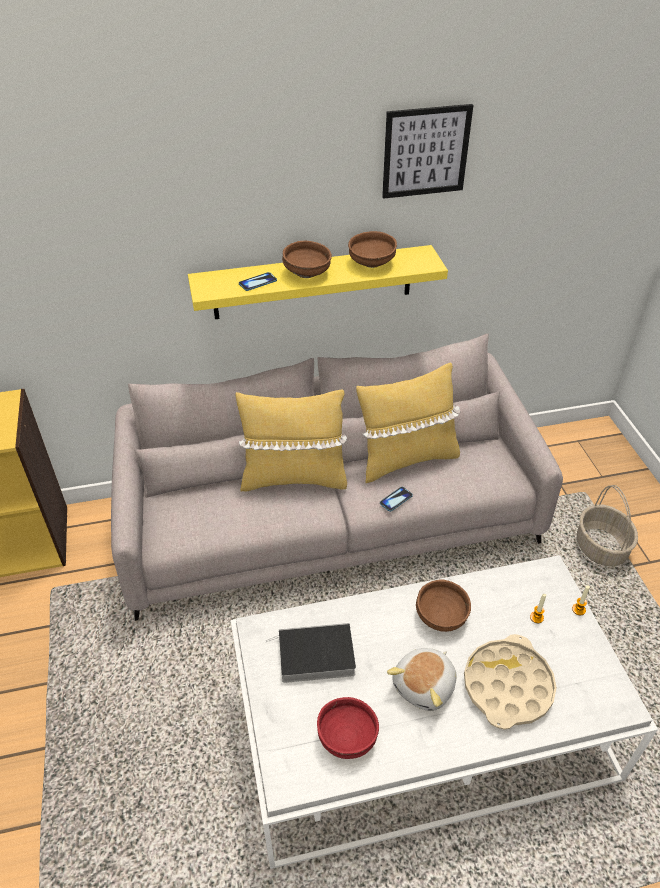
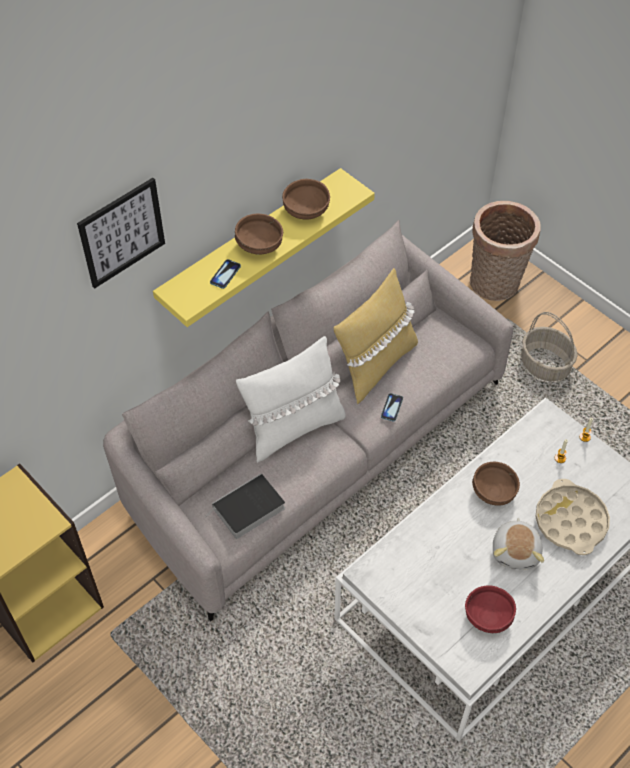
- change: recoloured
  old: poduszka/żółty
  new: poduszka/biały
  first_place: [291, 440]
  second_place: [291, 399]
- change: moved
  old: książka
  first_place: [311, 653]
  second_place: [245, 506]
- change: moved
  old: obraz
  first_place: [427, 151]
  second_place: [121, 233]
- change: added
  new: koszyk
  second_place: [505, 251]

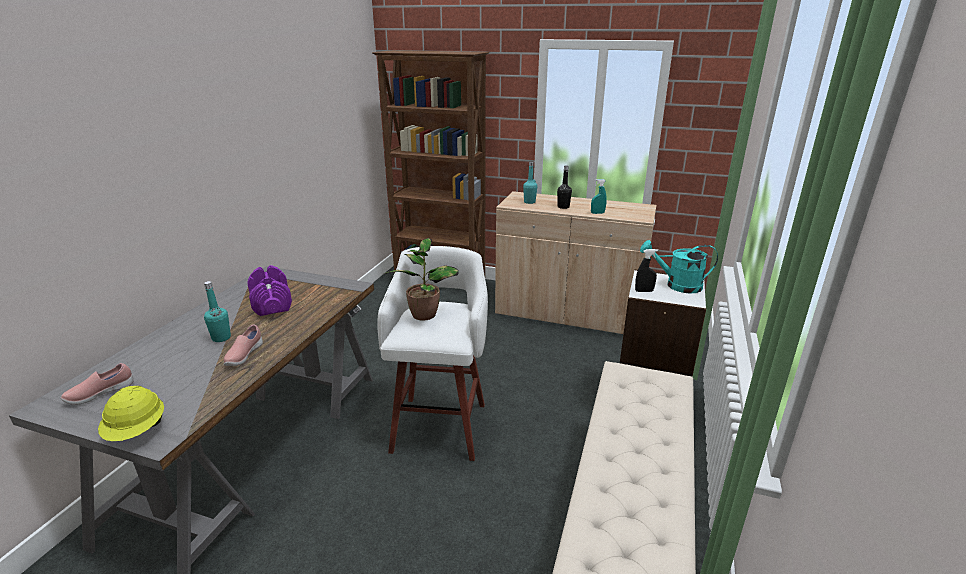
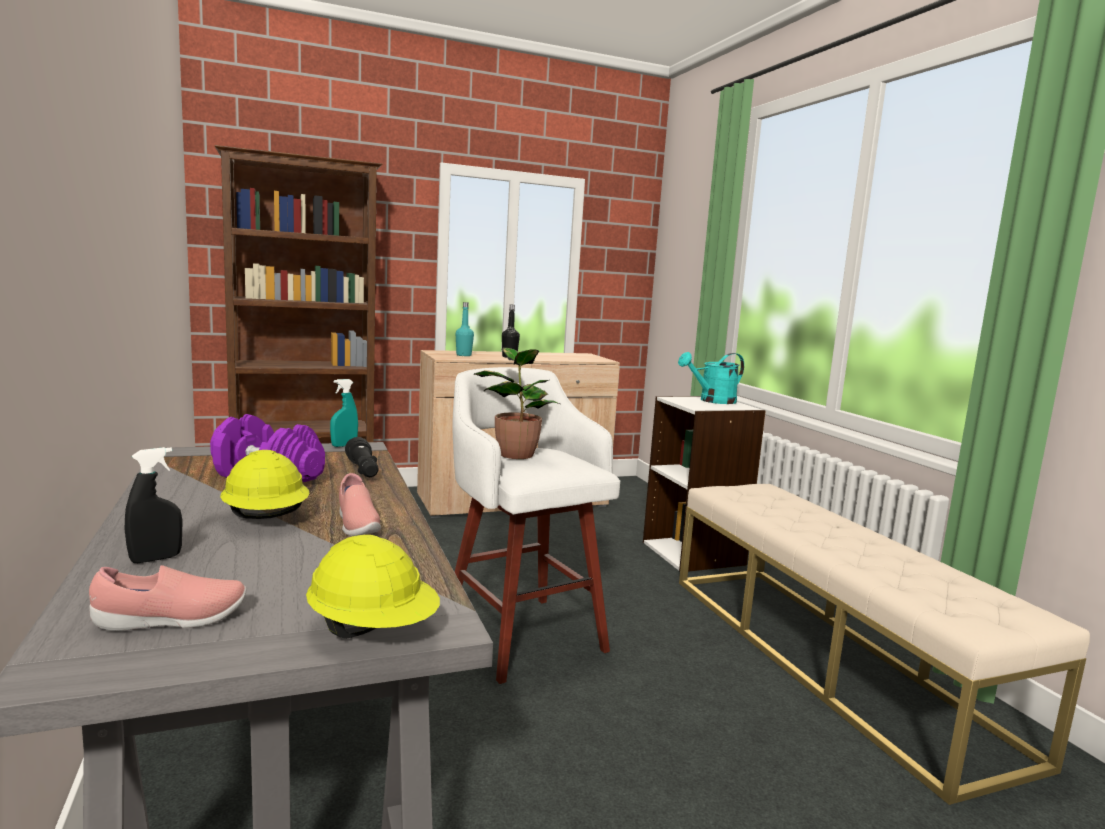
- change: turned
  old: but/różowy
  first_place: [97, 384]
  second_place: [167, 598]
  degrees: -120
- change: replaced
  old: butelka/turkusowy
  new: kask/żółty
  first_place: [217, 311]
  second_place: [265, 484]
- change: moved
  old: spryskiwacz/turkusowy
  first_place: [599, 196]
  second_place: [344, 413]
- change: moved
  old: spryskiwacz/czarny
  first_place: [646, 270]
  second_place: [153, 505]
- change: added
  new: latarka/czarny
  second_place: [362, 457]

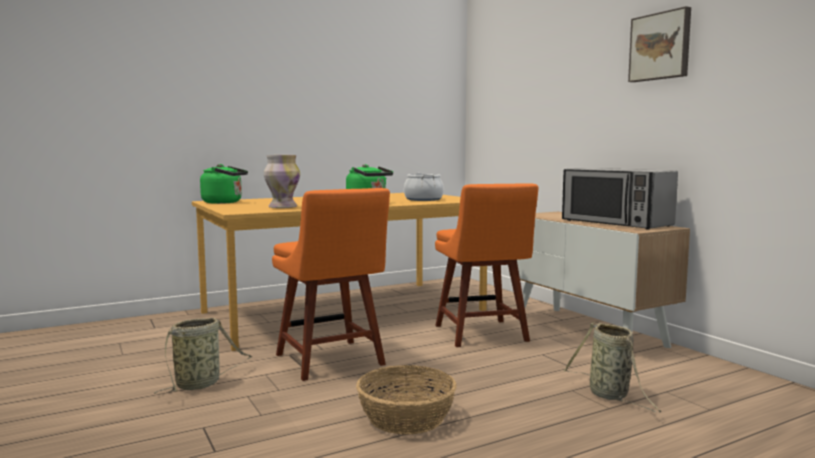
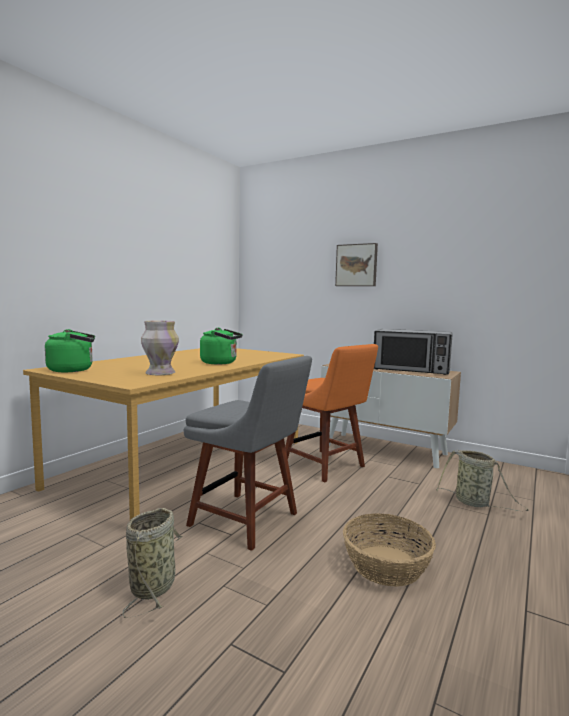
- change: recoloured
  old: krzesło/pomarańczowy
  new: krzesło/szary
  first_place: [331, 284]
  second_place: [248, 453]
- change: removed
  old: garnek
  first_place: [424, 187]
- change: moved
  old: obraz
  first_place: [659, 44]
  second_place: [356, 264]

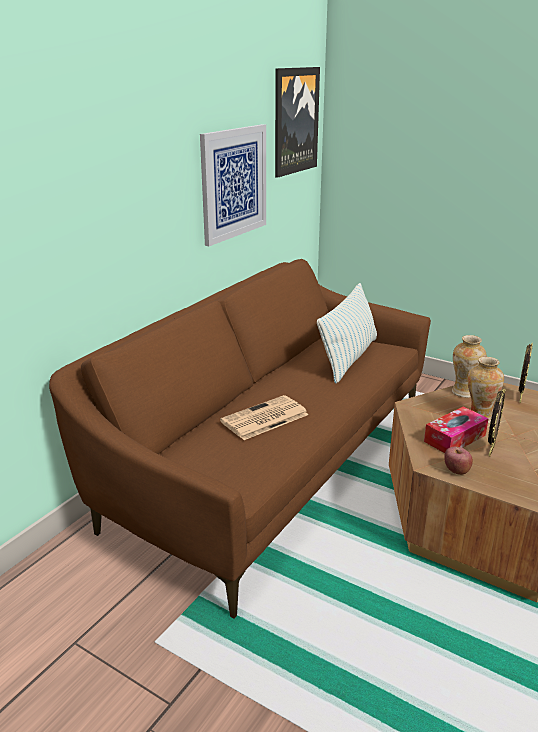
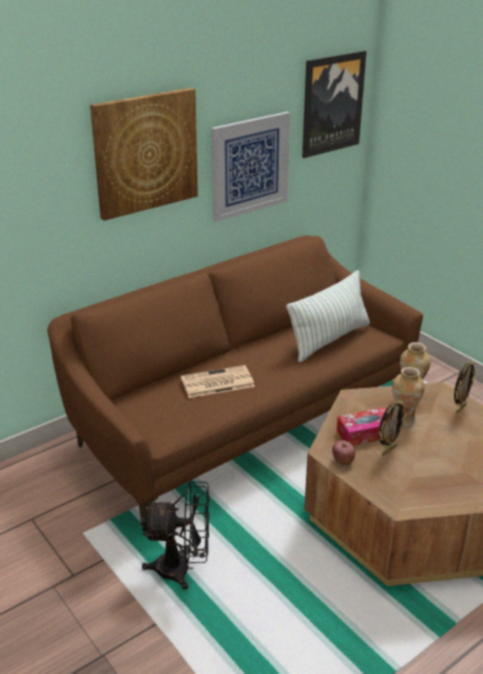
- change: added
  new: obraz
  second_place: [144, 154]
- change: added
  new: wentylator/czarny
  second_place: [175, 535]

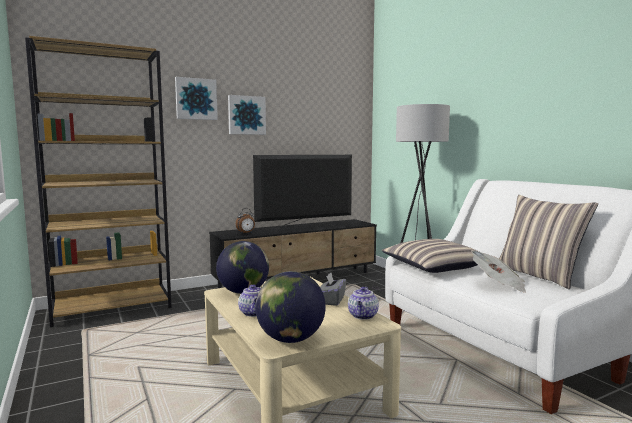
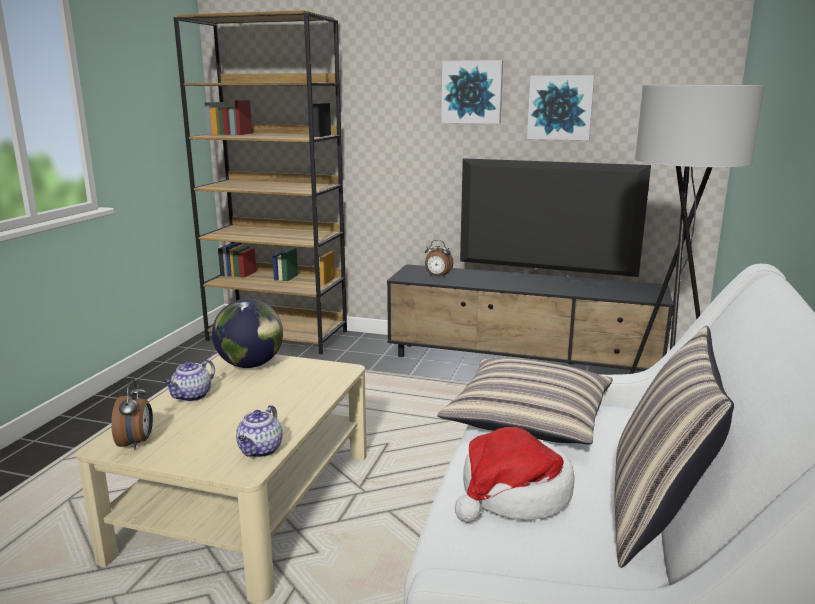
- change: moved
  old: obraz
  first_place: [196, 98]
  second_place: [560, 107]
- change: replaced
  old: globus
  new: budzik
  first_place: [291, 307]
  second_place: [132, 415]
- change: removed
  old: pudełko chusteczek/szary
  first_place: [333, 289]
- change: turned
  old: imbryk
  first_place: [363, 303]
  second_place: [259, 431]
  degrees: -45
- change: replaced
  old: gazeta
  new: kapelusz
  first_place: [498, 271]
  second_place: [514, 475]

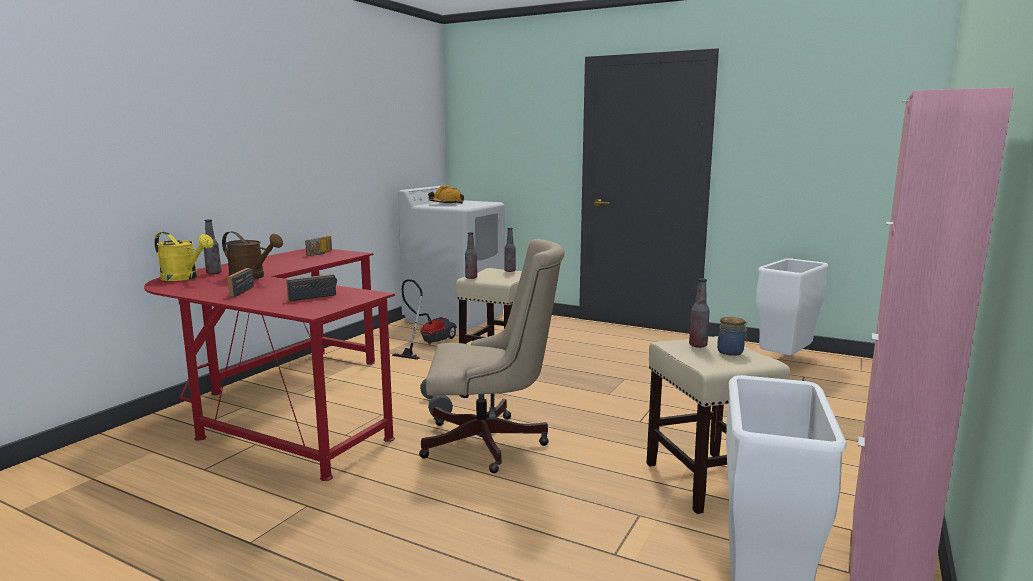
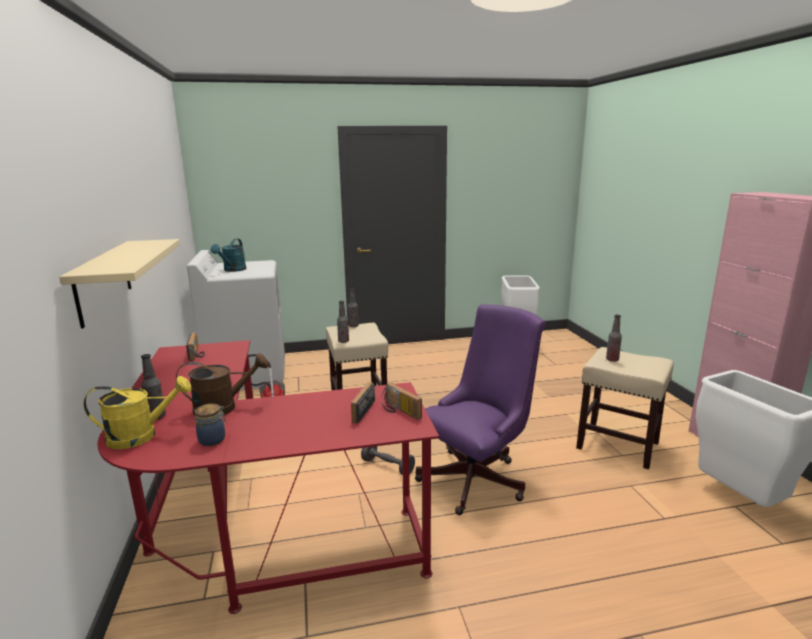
- change: moved
  old: radio
  first_place: [240, 282]
  second_place: [401, 401]
- change: recoloured
  old: krzesło biurowe/beżowy
  new: krzesło biurowe/fioletowy
  first_place: [492, 356]
  second_place: [480, 409]
- change: replaced
  old: kask/pomarańczowy
  new: konewka/turkusowy
  first_place: [446, 195]
  second_place: [229, 255]
- change: moved
  old: słoik
  first_place: [732, 336]
  second_place: [210, 425]
- change: added
  new: półka/beżowy
  second_place: [119, 283]

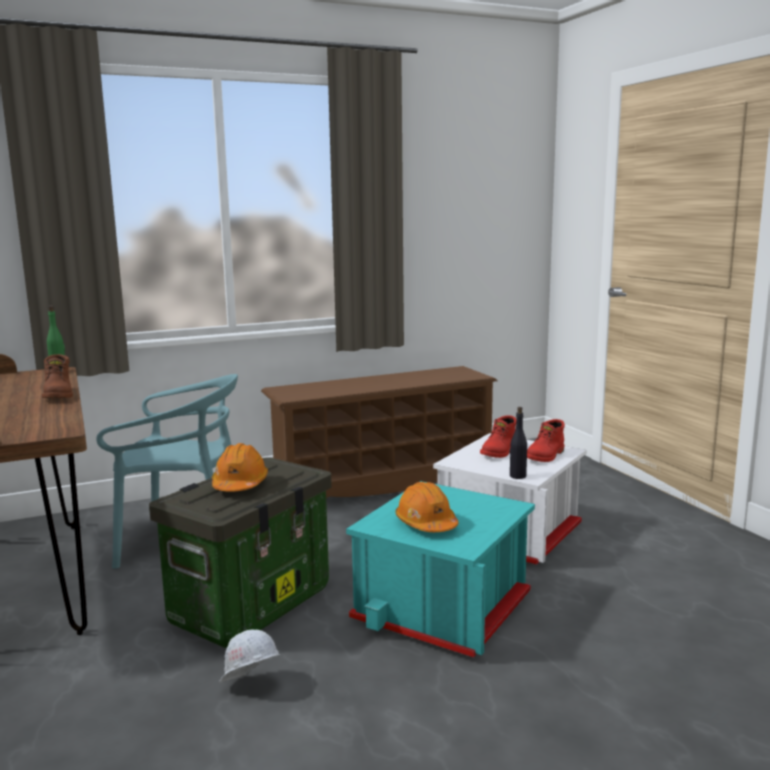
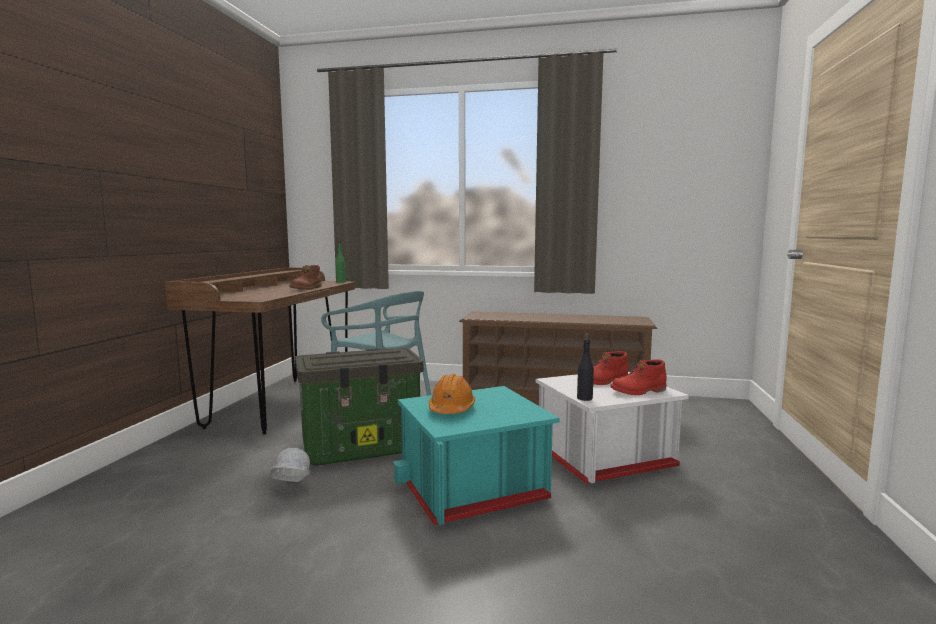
- change: removed
  old: kask/pomarańczowy
  first_place: [240, 467]

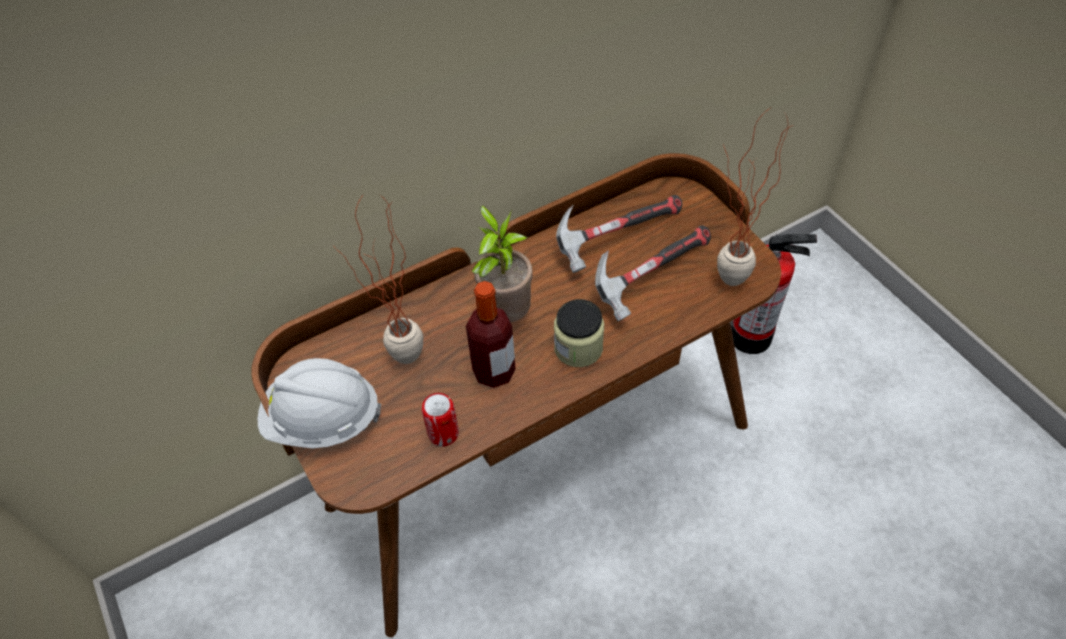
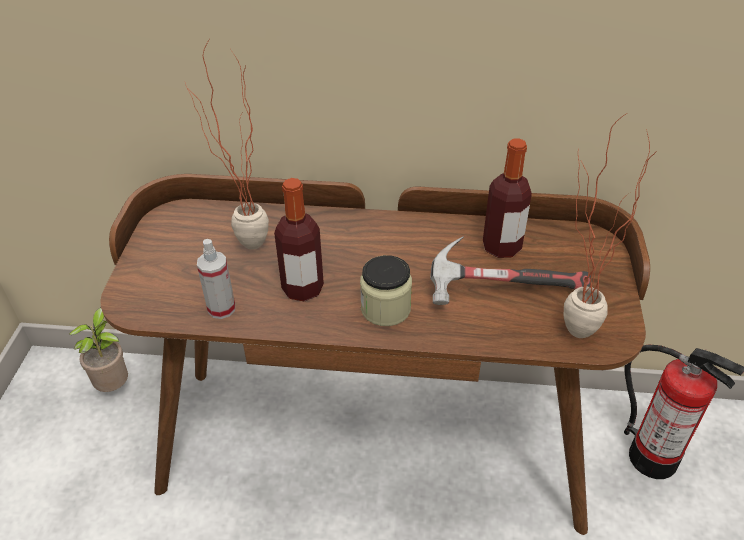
- change: removed
  old: kask/biały
  first_place: [319, 403]
- change: replaced
  old: puszka
  new: spryskiwacz
  first_place: [440, 420]
  second_place: [216, 279]
- change: moved
  old: roślina doniczkowa
  first_place: [502, 264]
  second_place: [98, 349]
- change: replaced
  old: młotek
  new: butelka
  first_place: [619, 234]
  second_place: [507, 198]

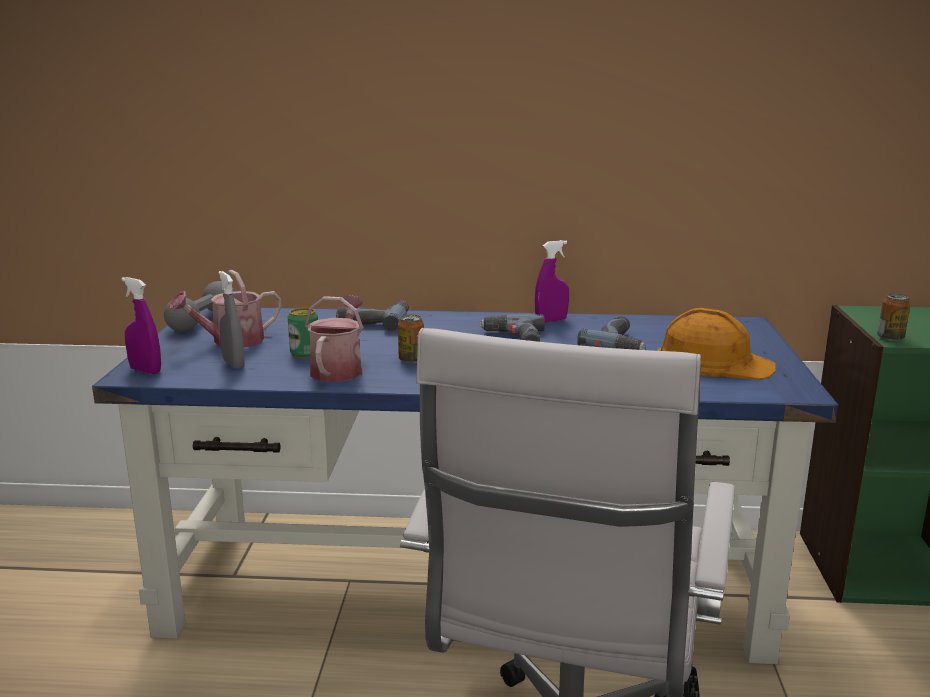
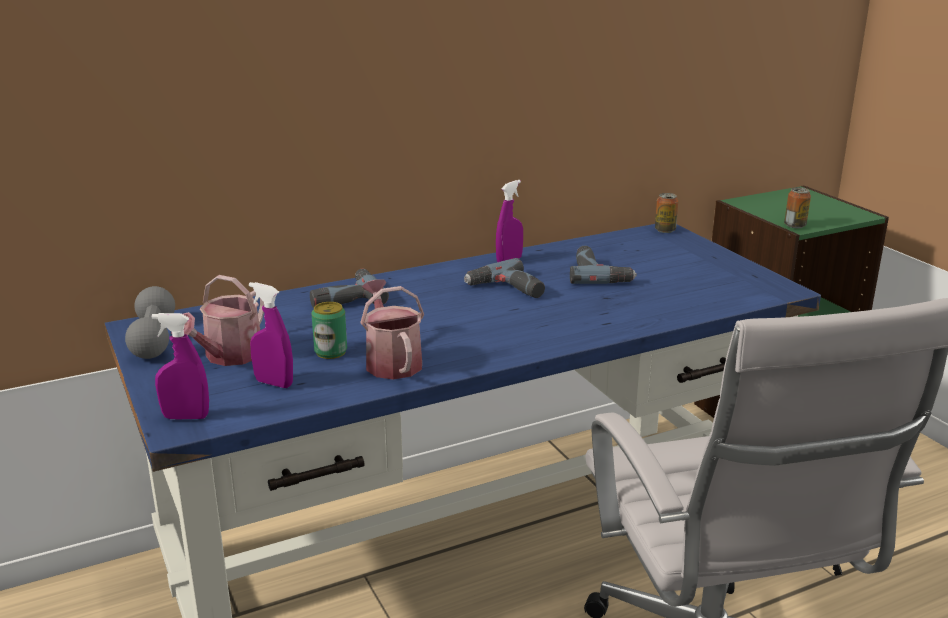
- change: recoloured
  old: spryskiwacz/szary
  new: spryskiwacz/fioletowy
  first_place: [231, 320]
  second_place: [271, 335]
- change: moved
  old: puszka
  first_place: [411, 339]
  second_place: [666, 213]
- change: removed
  old: kask/pomarańczowy
  first_place: [716, 343]

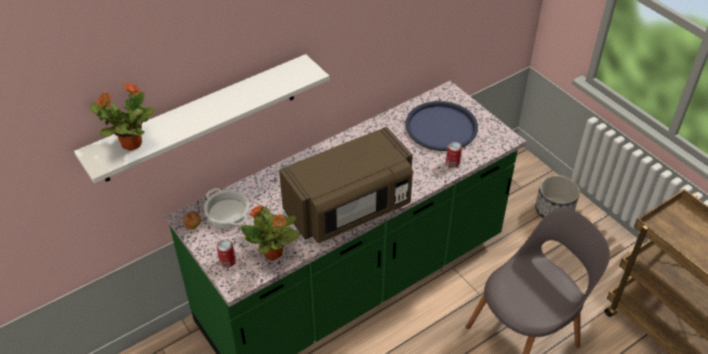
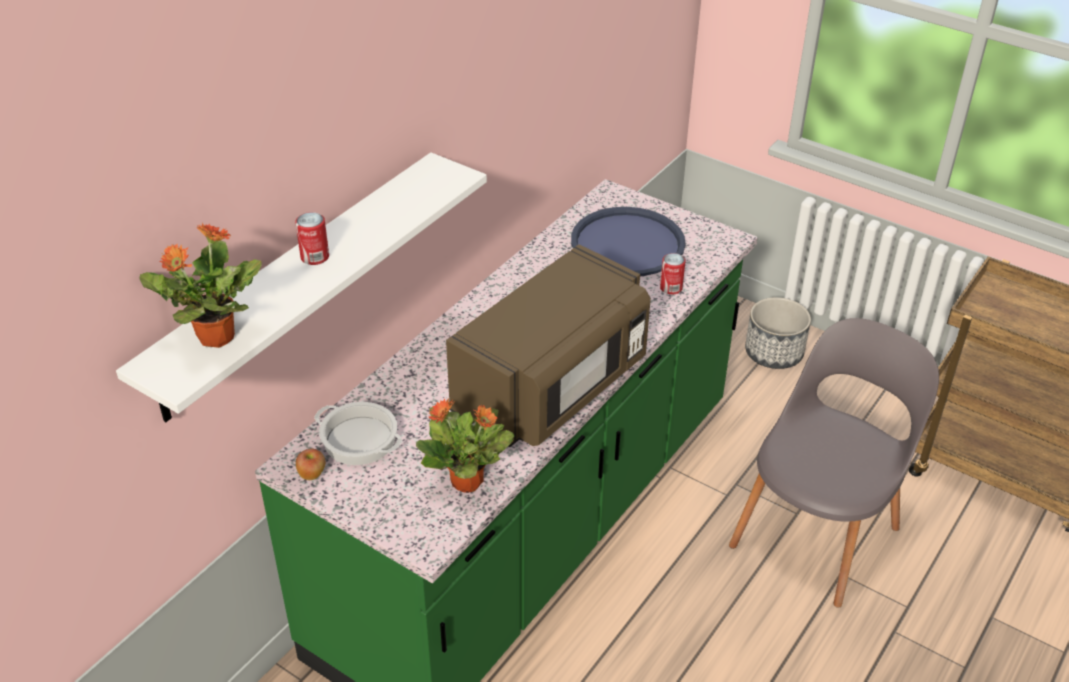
- change: moved
  old: puszka
  first_place: [226, 254]
  second_place: [312, 238]

